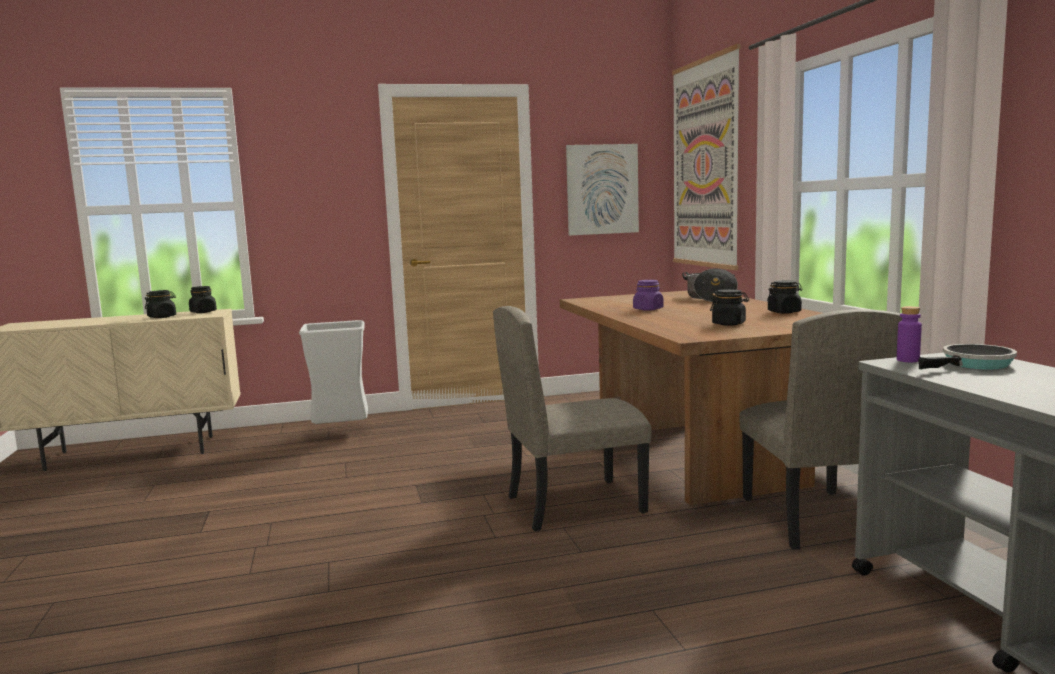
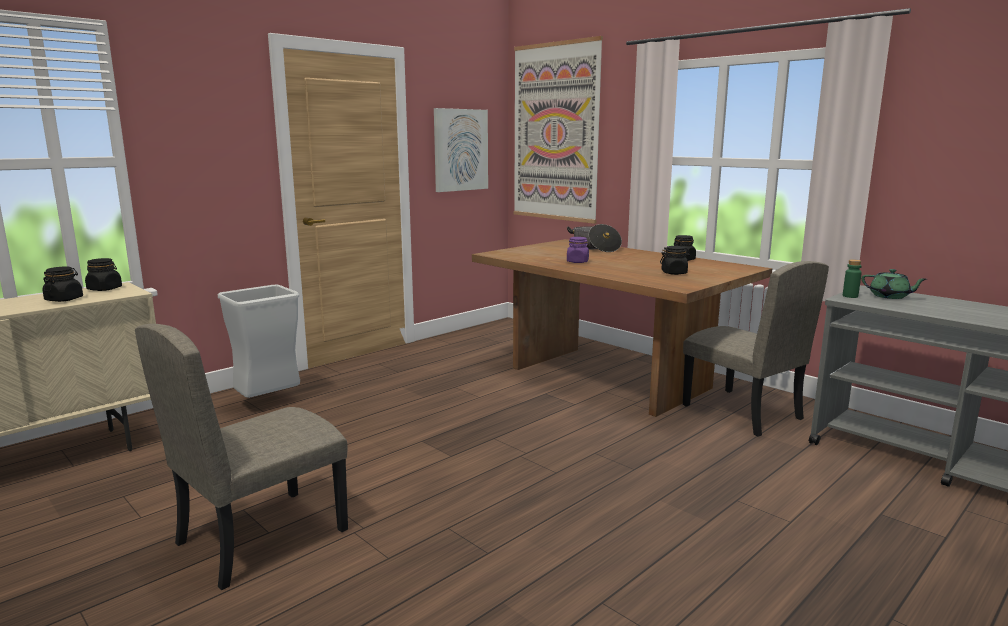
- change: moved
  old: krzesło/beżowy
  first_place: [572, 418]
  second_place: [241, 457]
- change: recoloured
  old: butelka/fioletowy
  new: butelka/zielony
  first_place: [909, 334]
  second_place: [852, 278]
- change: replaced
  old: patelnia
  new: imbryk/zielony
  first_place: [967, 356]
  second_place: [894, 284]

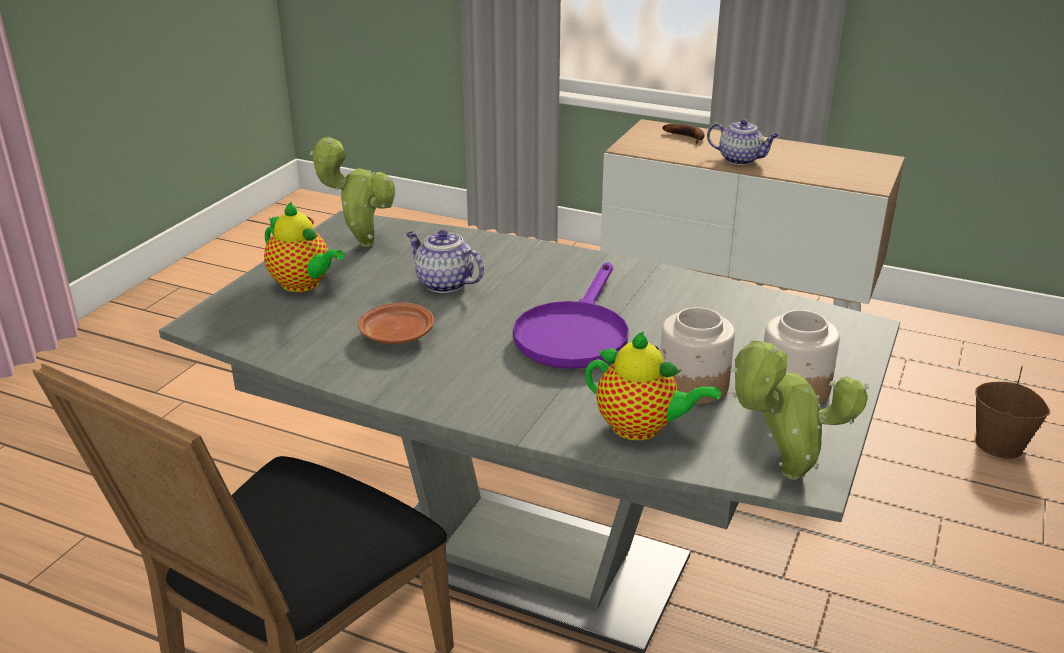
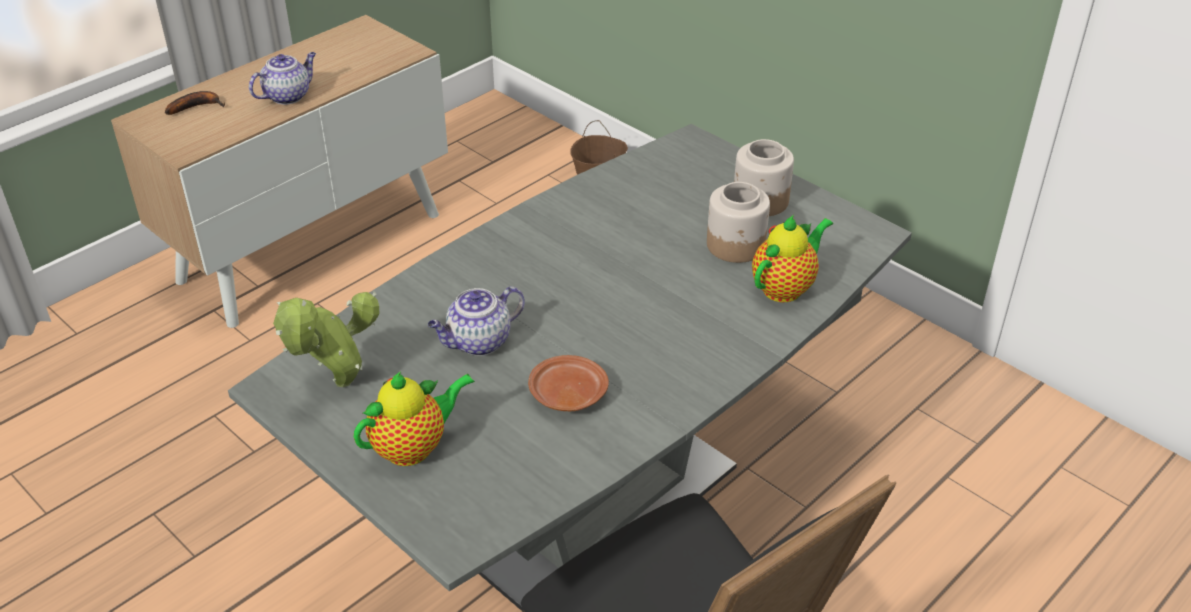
- change: removed
  old: patelnia/fioletowy
  first_place: [571, 315]
- change: removed
  old: roślina doniczkowa
  first_place: [799, 409]

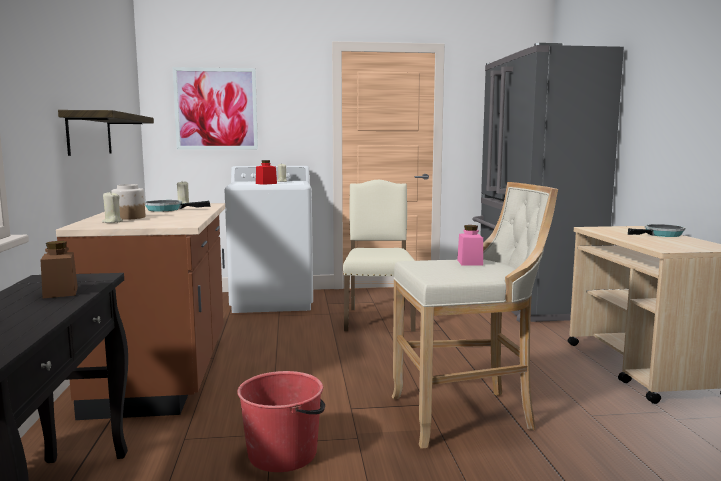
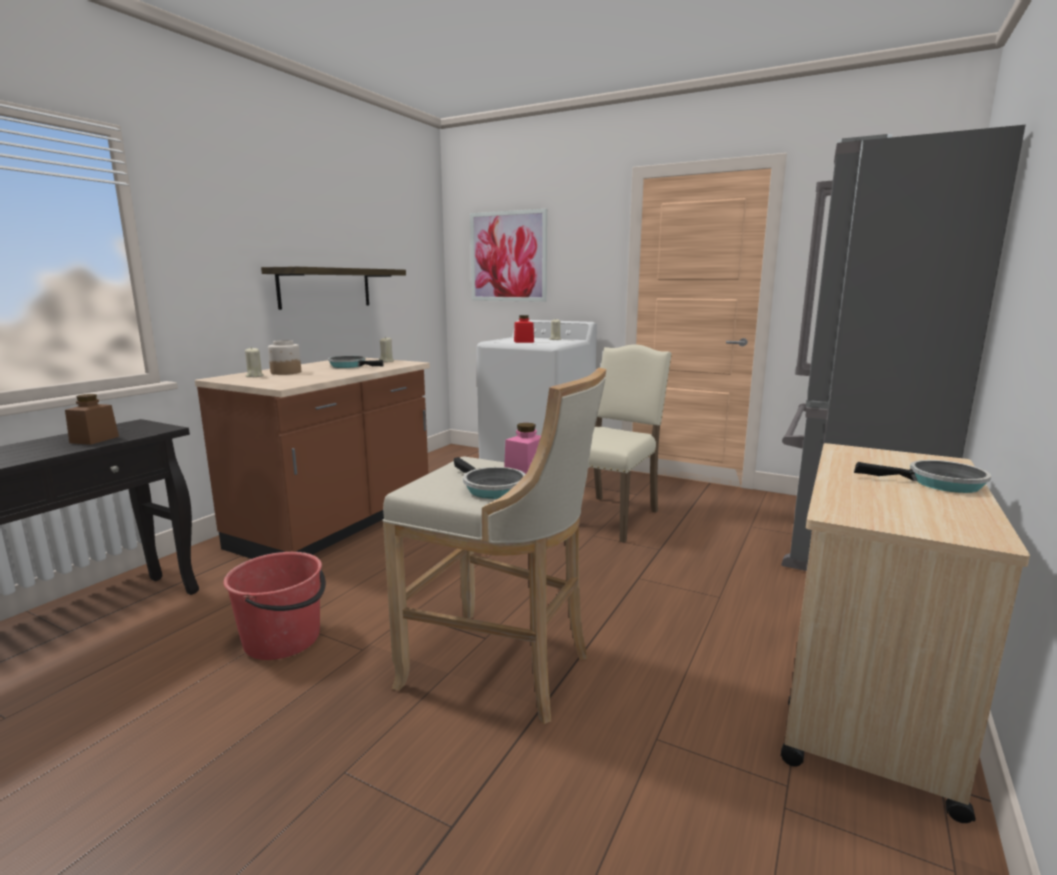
- change: added
  new: patelnia
  second_place: [489, 478]

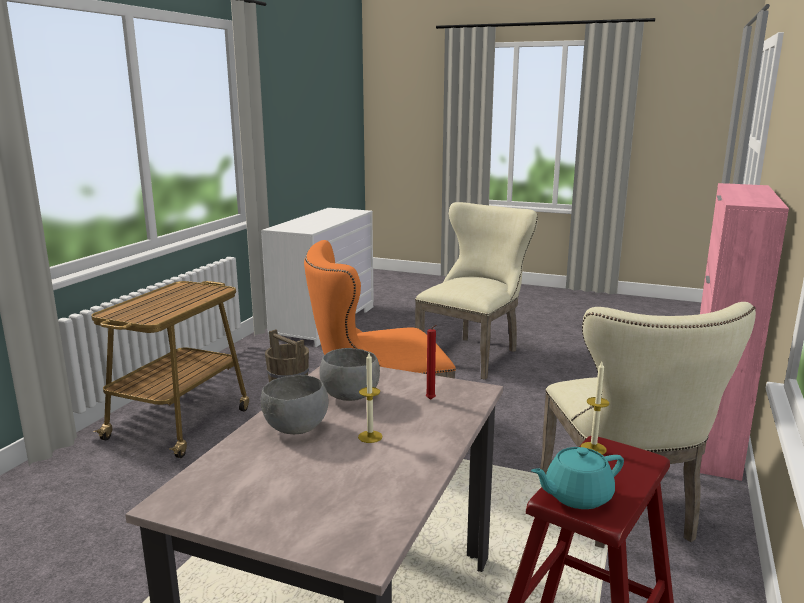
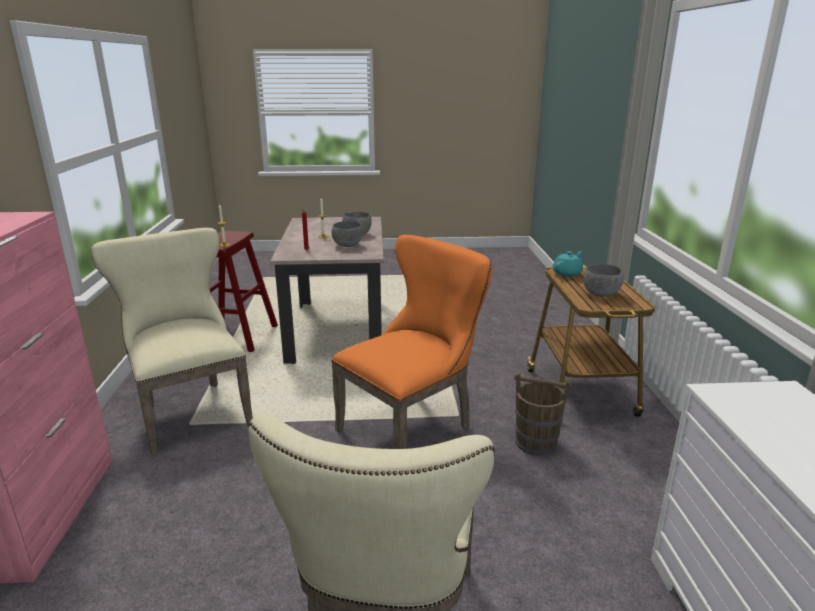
- change: moved
  old: imbryk/turkusowy
  first_place: [577, 478]
  second_place: [568, 264]
- change: added
  new: miska/szary
  second_place: [603, 280]

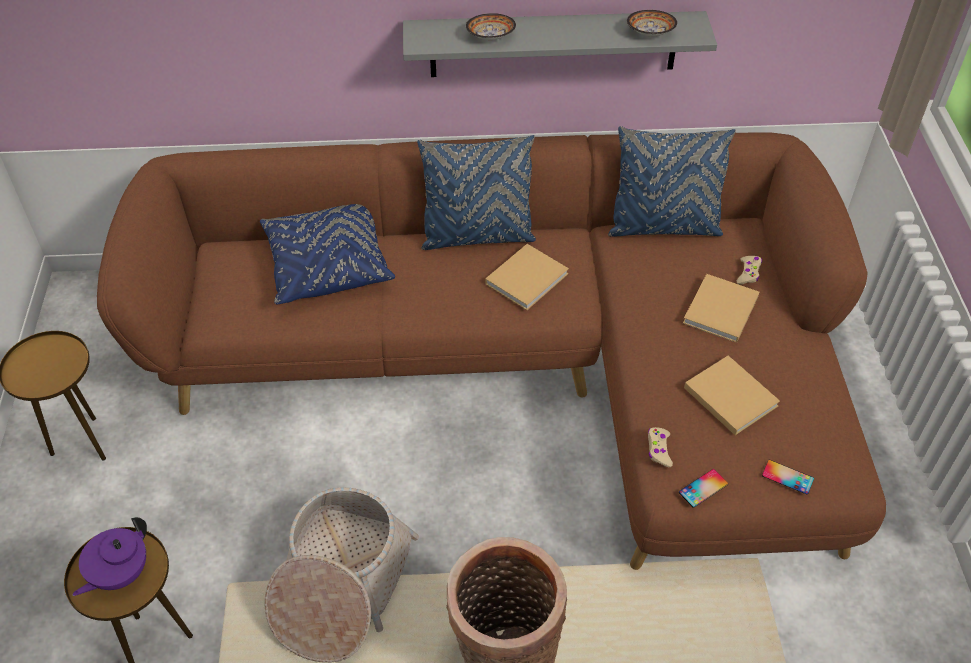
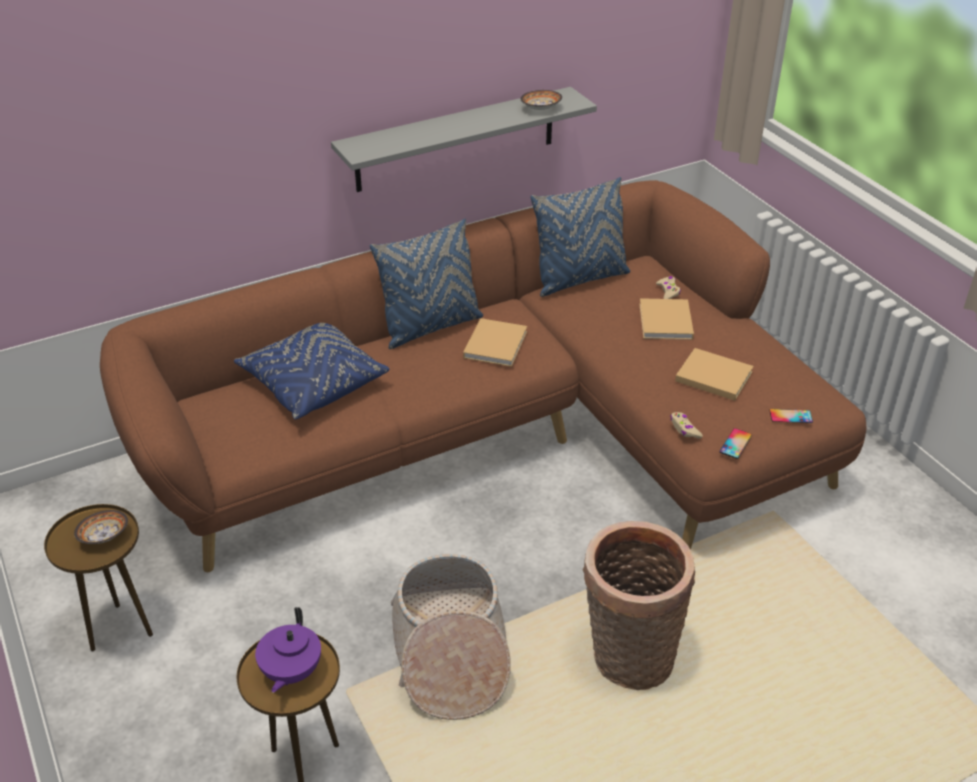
- change: moved
  old: miska
  first_place: [491, 26]
  second_place: [101, 527]

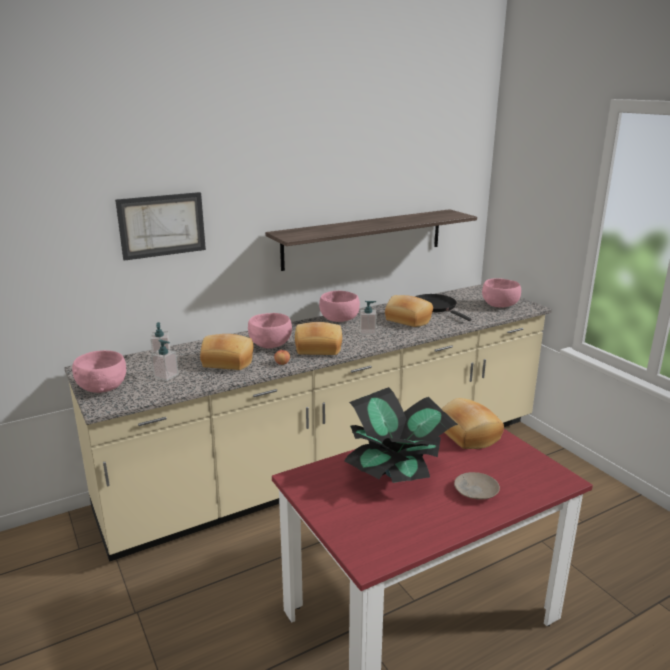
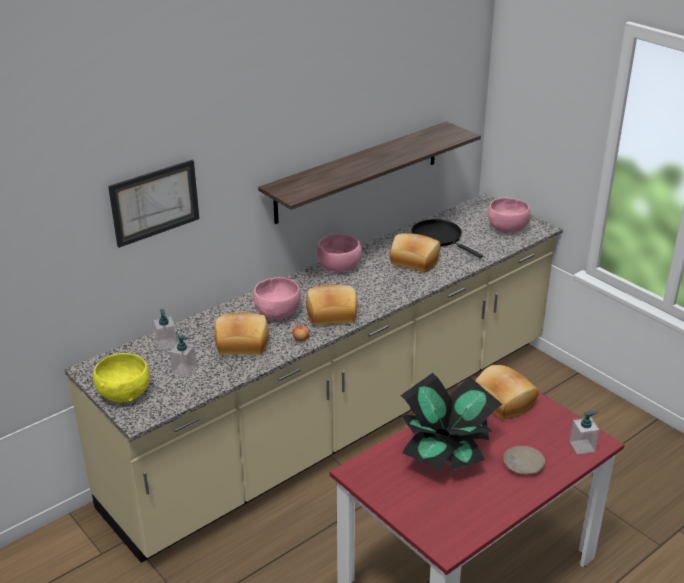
- change: recoloured
  old: miska/różowy
  new: miska/żółty
  first_place: [99, 371]
  second_place: [121, 377]
- change: moved
  old: dozownik mydła
  first_place: [368, 318]
  second_place: [584, 432]

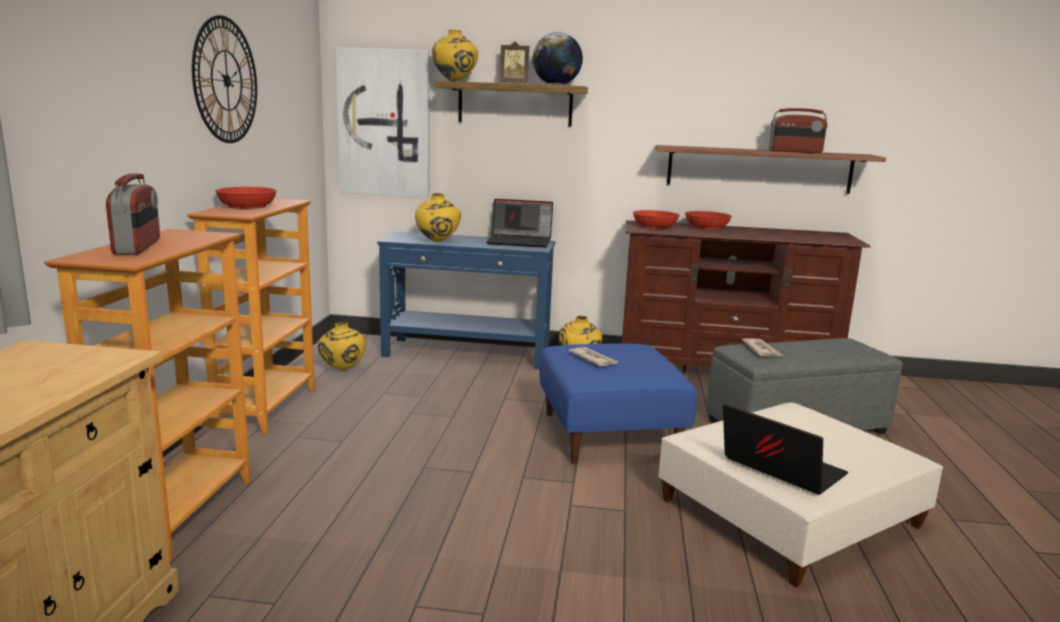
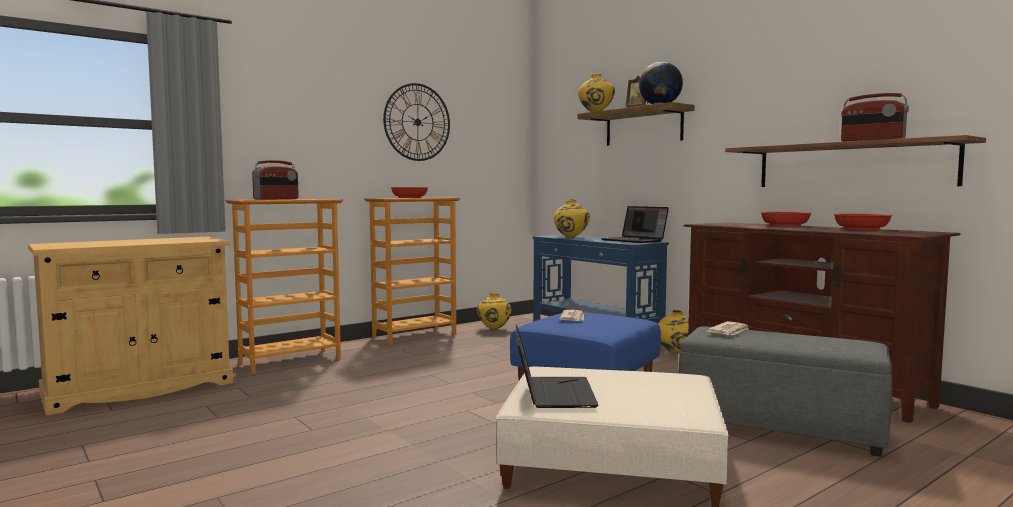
- change: removed
  old: obraz
  first_place: [382, 122]
- change: moved
  old: miska/czerwony
  first_place: [656, 219]
  second_place: [863, 222]

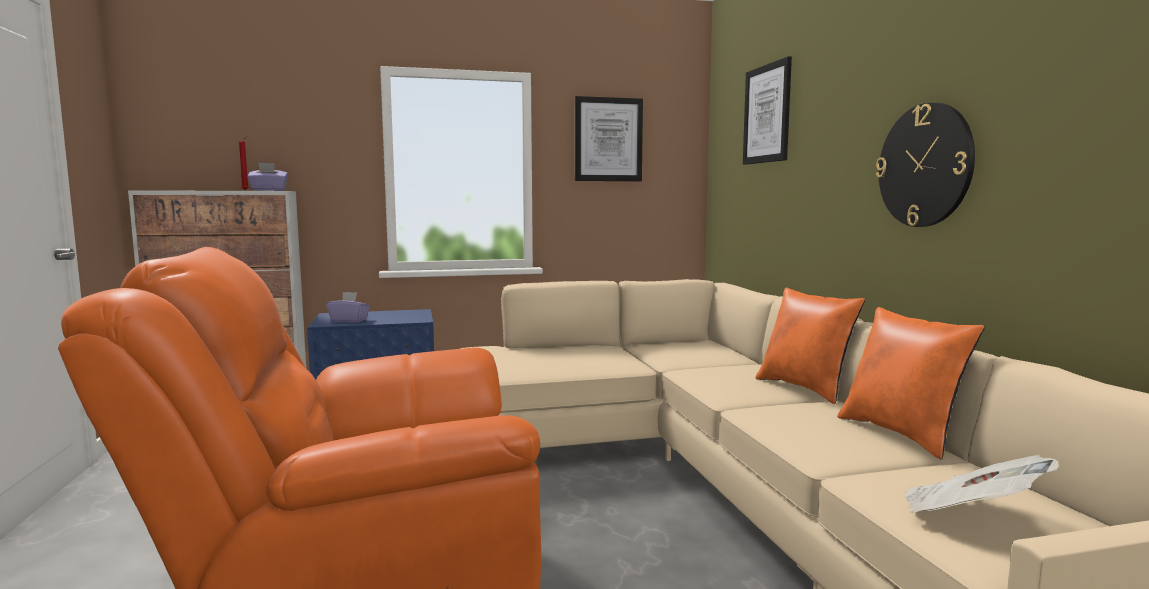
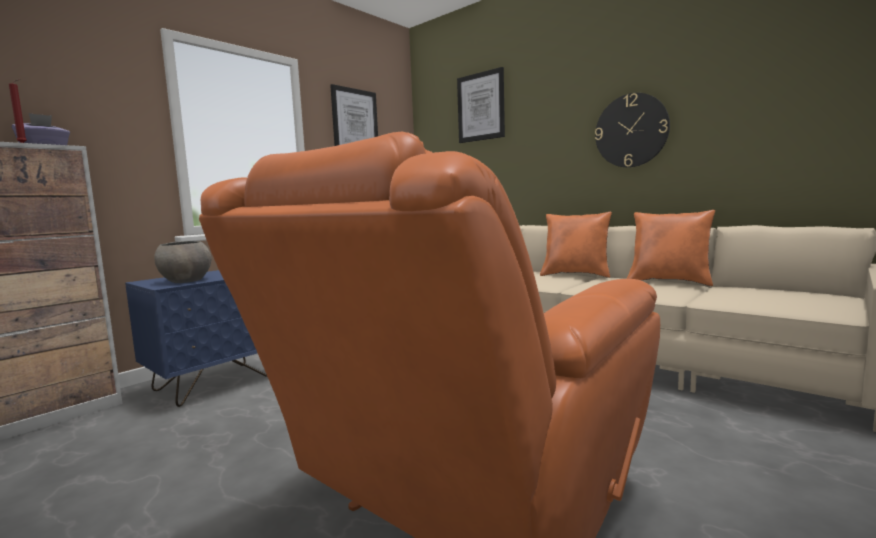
- change: replaced
  old: pudełko chusteczek/fioletowy
  new: miska/szary
  first_place: [348, 307]
  second_place: [183, 262]
- change: removed
  old: gazeta
  first_place: [982, 484]

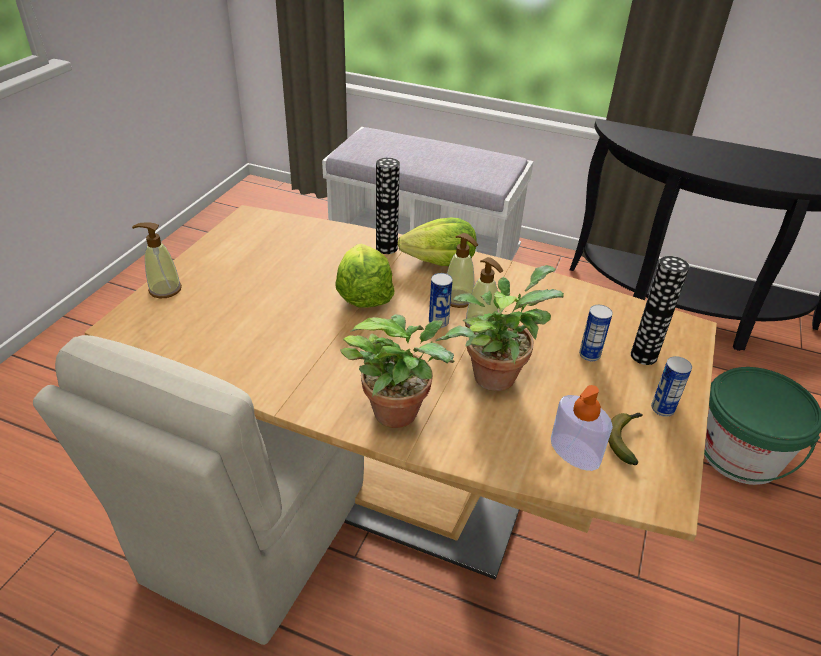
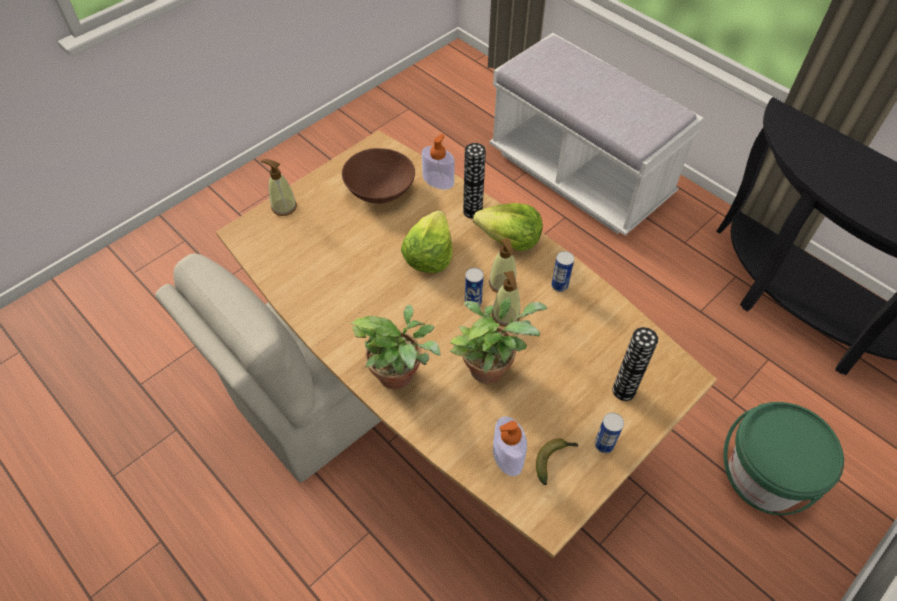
- change: moved
  old: puszka
  first_place: [596, 333]
  second_place: [562, 271]
- change: added
  new: miska/brązowy
  second_place: [378, 176]
- change: added
  new: dozownik mydła
  second_place: [438, 162]

